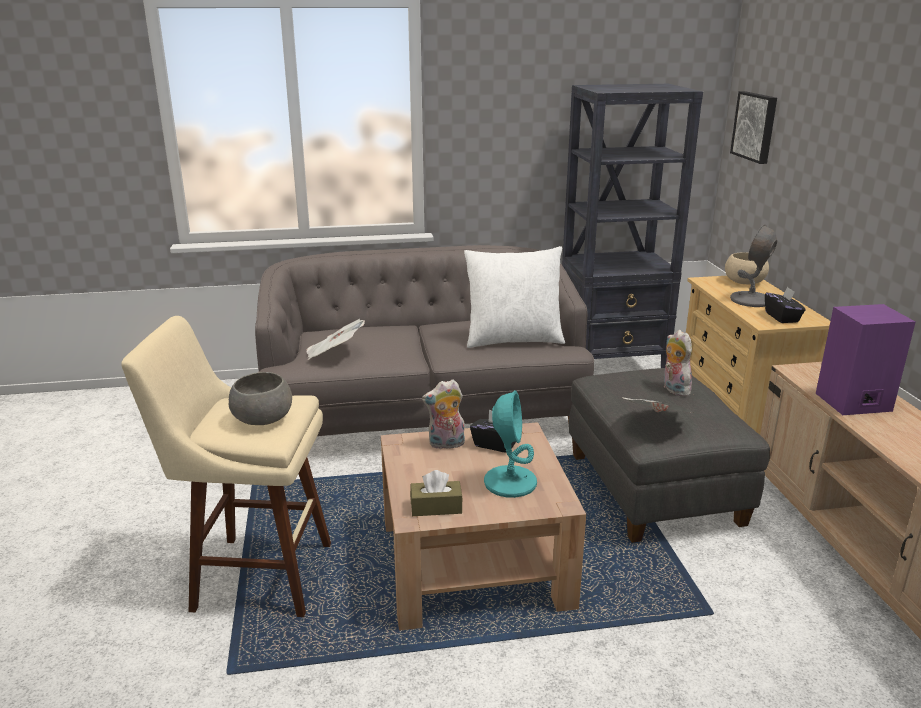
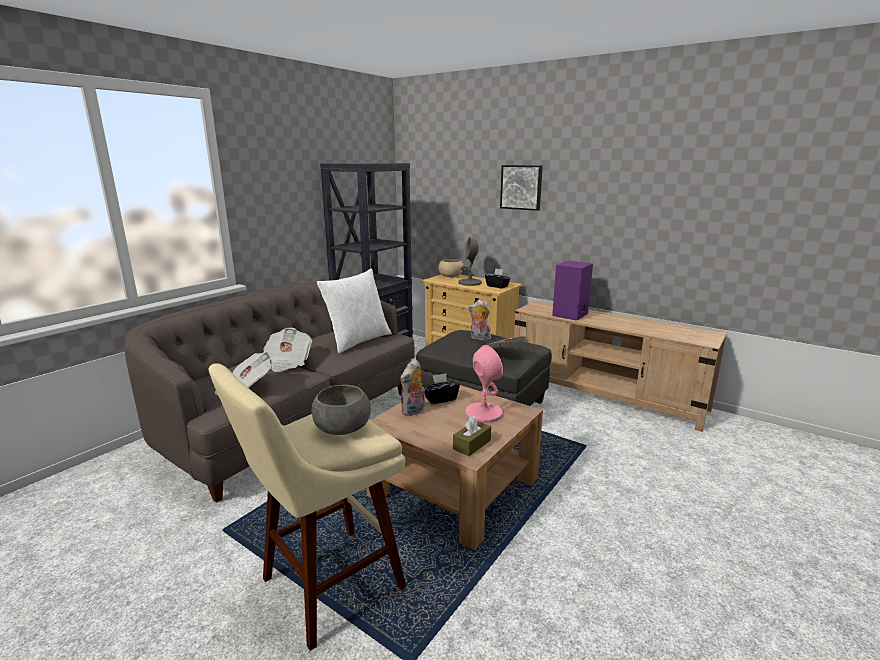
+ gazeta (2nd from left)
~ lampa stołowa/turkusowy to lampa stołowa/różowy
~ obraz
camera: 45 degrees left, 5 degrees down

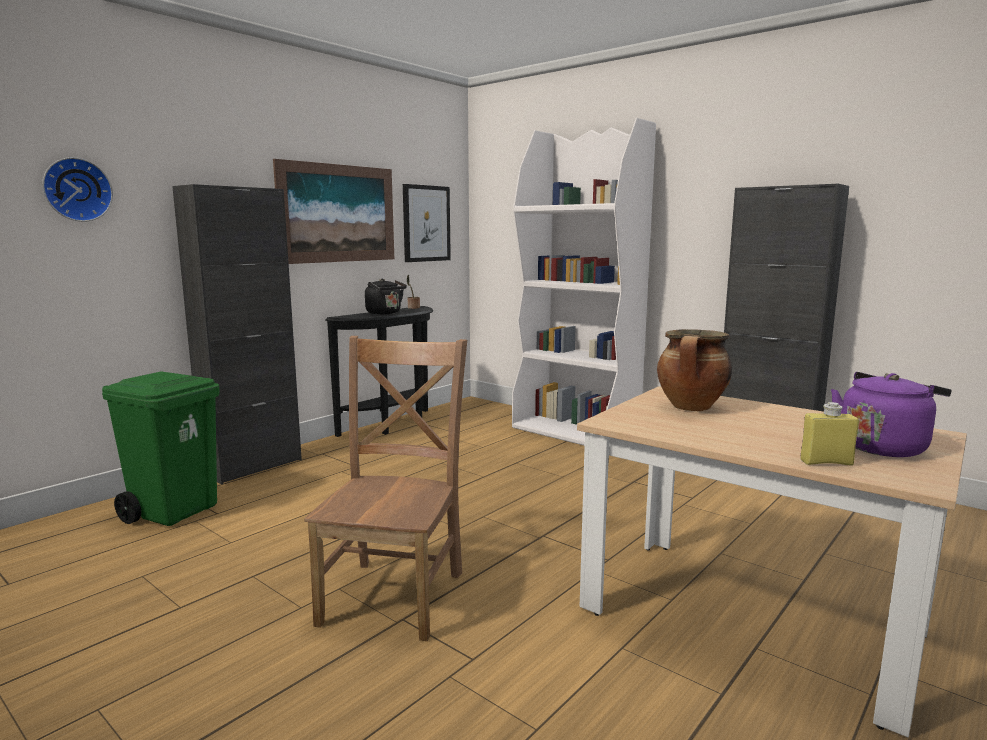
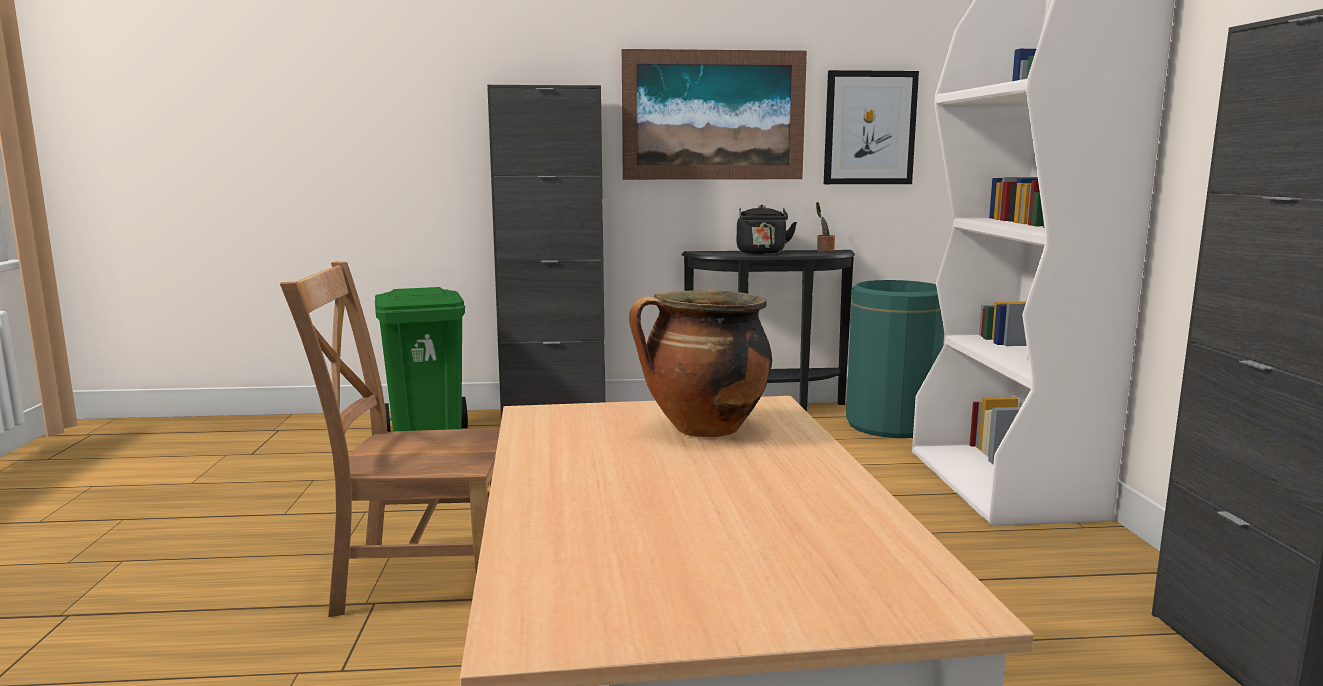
~ krzesło/brązowy 150 degrees counterclockwise
+ kosz na śmieci/zielony (2nd from left)
- zegar ścienny
- butelka/żółty
- czajnik/fioletowy
camera: 45 degrees right, 0 degrees up

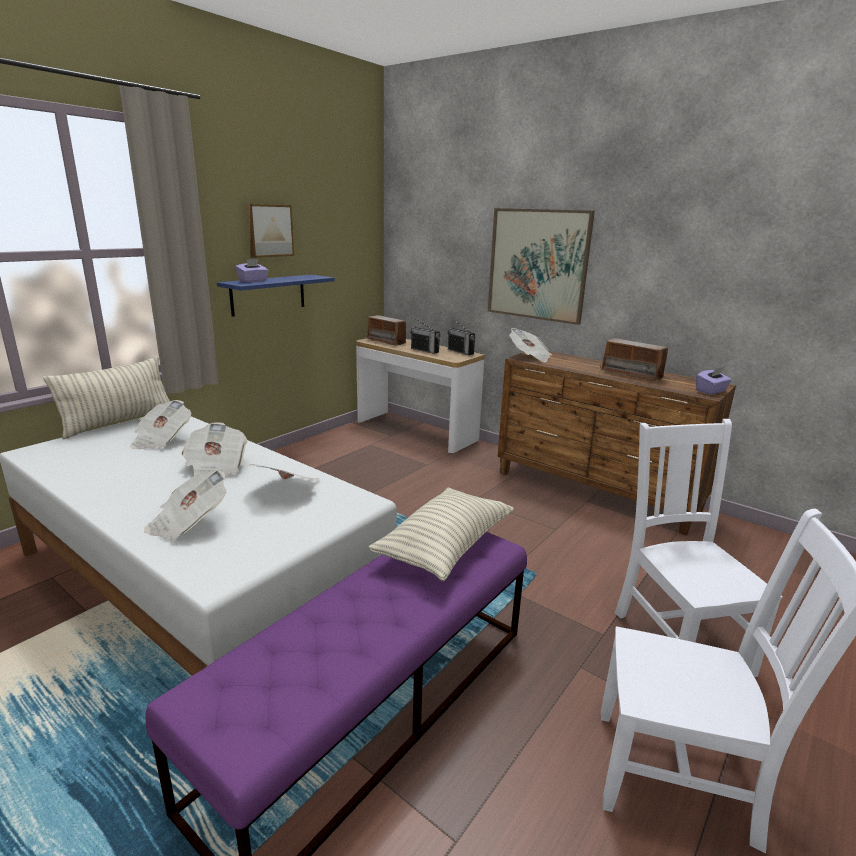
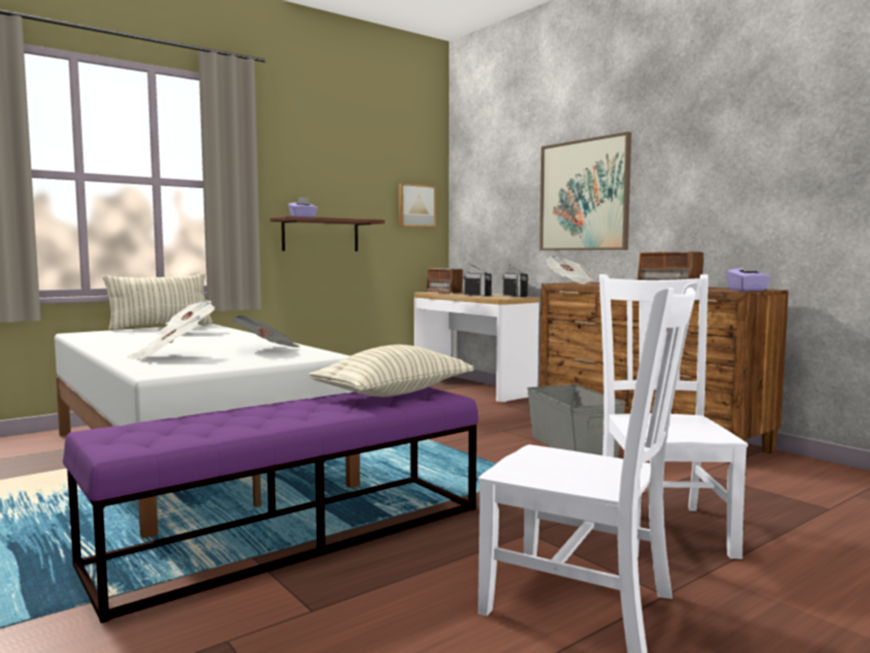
~ półka/niebieski to półka/brązowy
~ obraz (1st from left)
+ pojemnik do przechowywania/szary
- gazeta (3rd from left)
camera: 15 degrees right, 15 degrees down

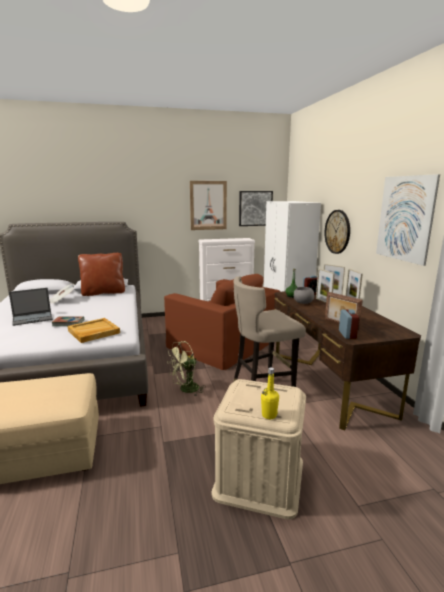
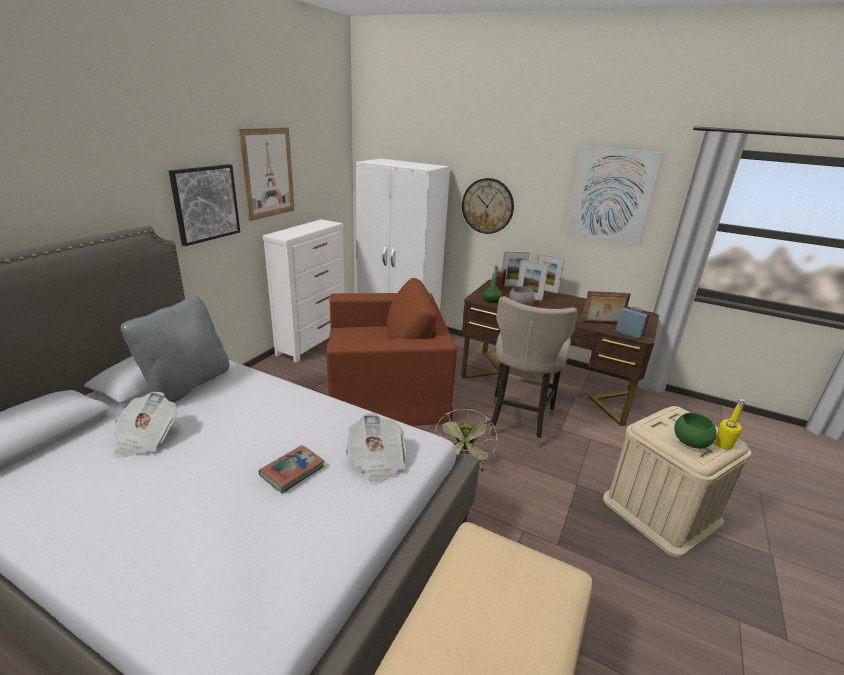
~ poduszka/brązowy to poduszka/szary
~ obraz (2nd from left in the first image) to obraz (1st from left)
~ taca/beżowy to gazeta (2nd from left)
+ miska/zielony
- laptop
camera: 50 degrees left, 10 degrees up

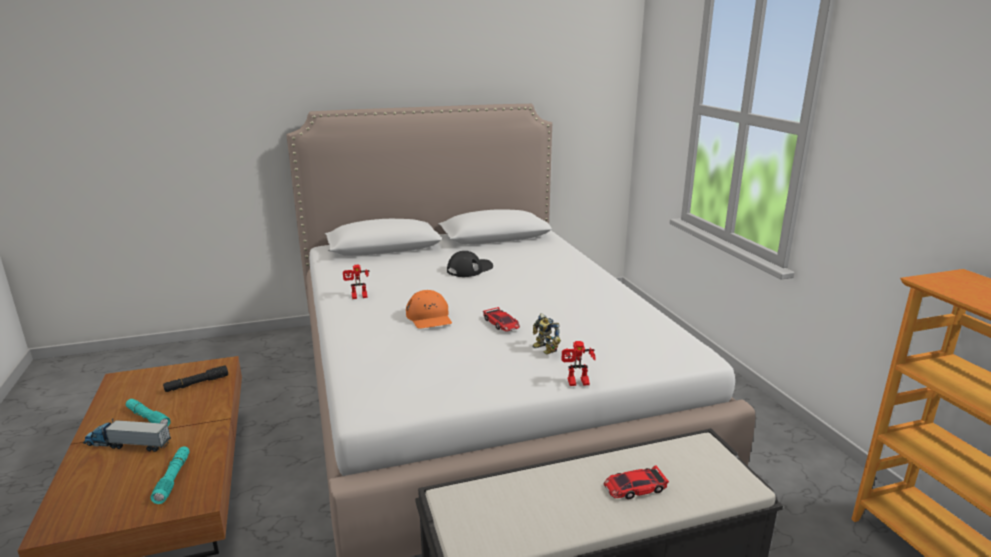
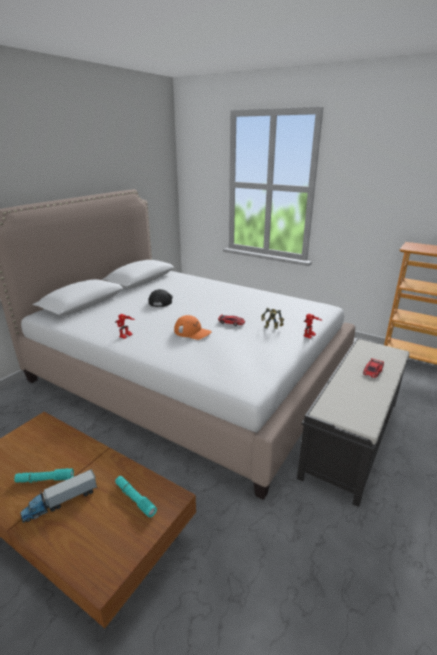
- latarka/czarny
camera: 40 degrees left, 5 degrees up

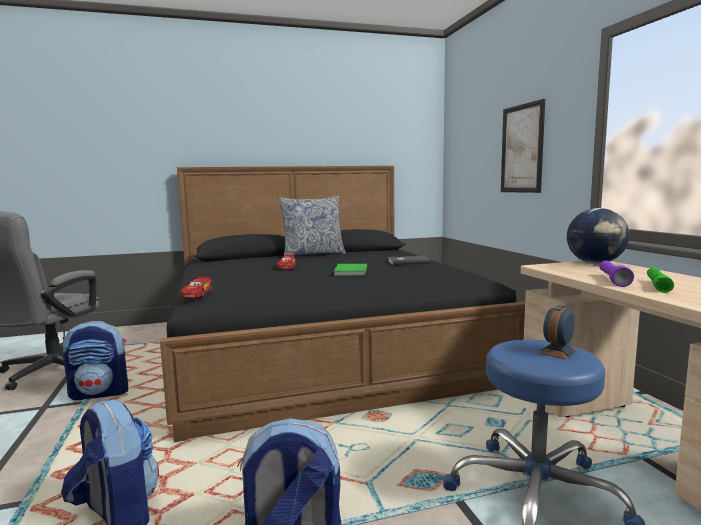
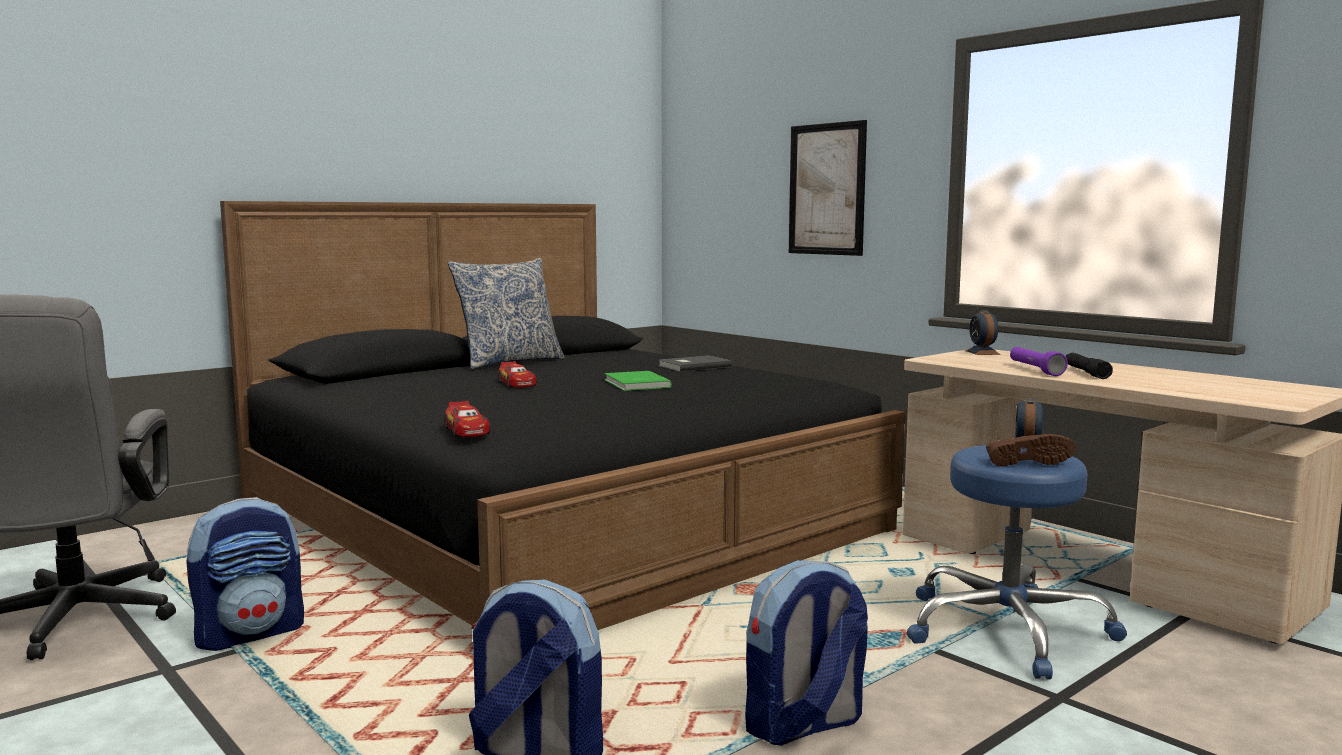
~ globus to budzik (1st from left)
+ but/brązowy
~ latarka/zielony to latarka/czarny
camera: 25 degrees left, 0 degrees up

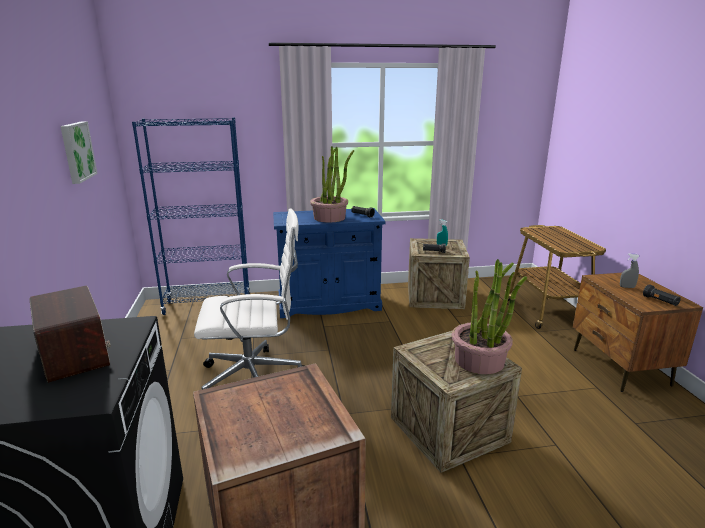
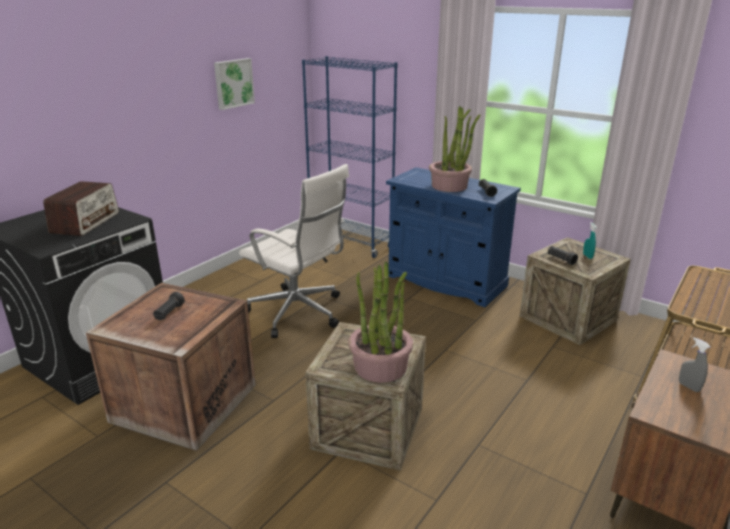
~ latarka/czarny (3rd from left in the first image) to latarka/czarny (1st from left)
camera: 45 degrees right, 5 degrees up

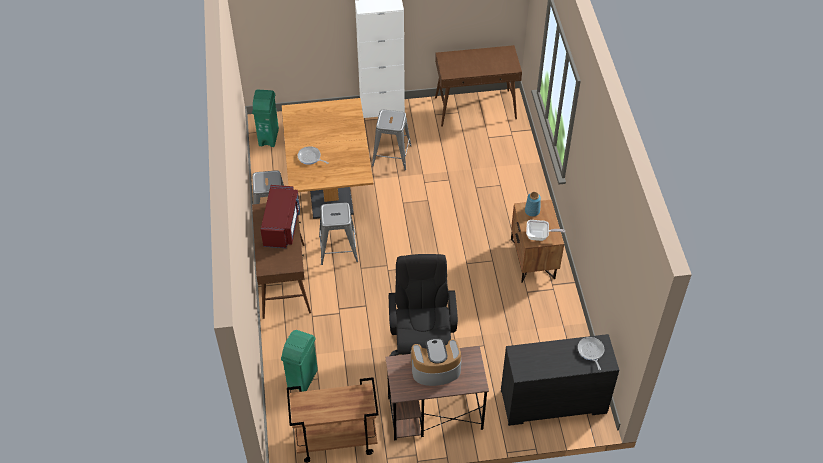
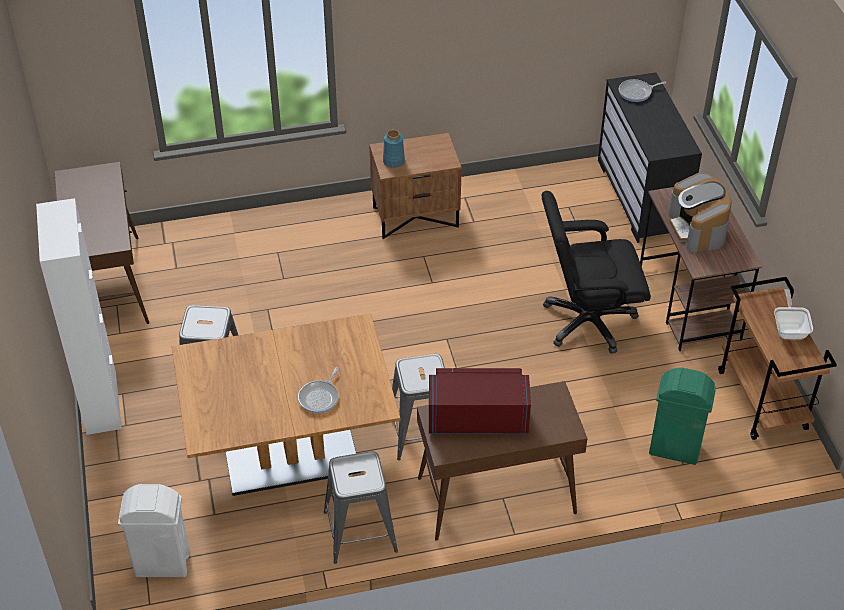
~ kosz na śmieci/zielony (1st from left) to kosz na śmieci/biały
~ patelnia (2nd from left in the first image) to patelnia (3rd from left)
camera: 95 degrees left, 5 degrees down

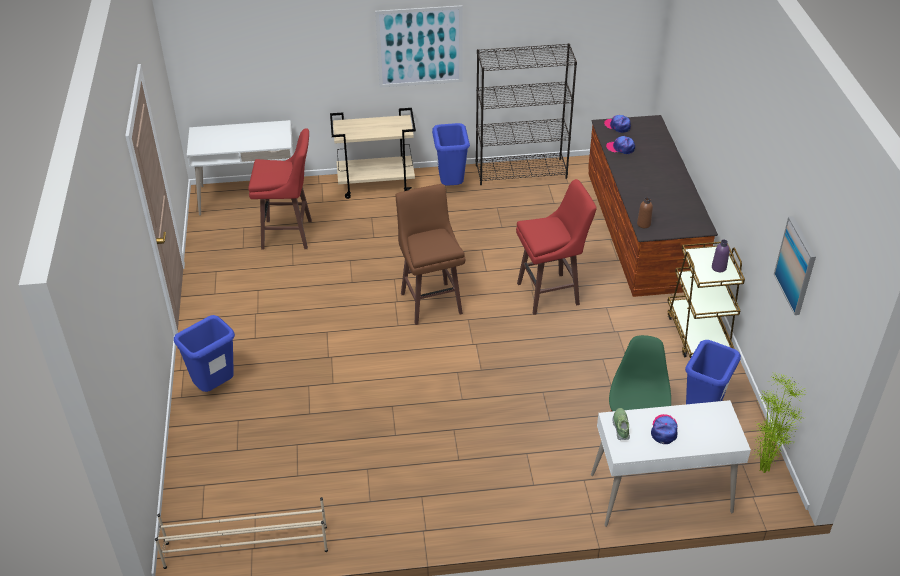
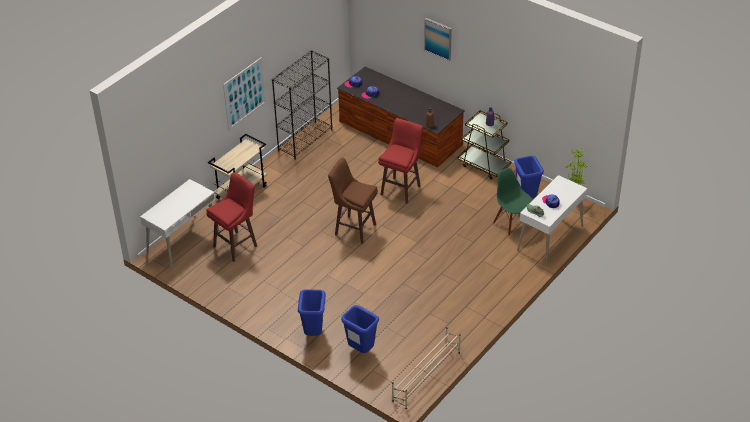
~ kosz na śmieci/niebieski (2nd from left)
~ obraz (2nd from left)
camera: 45 degrees left, 0 degrees up

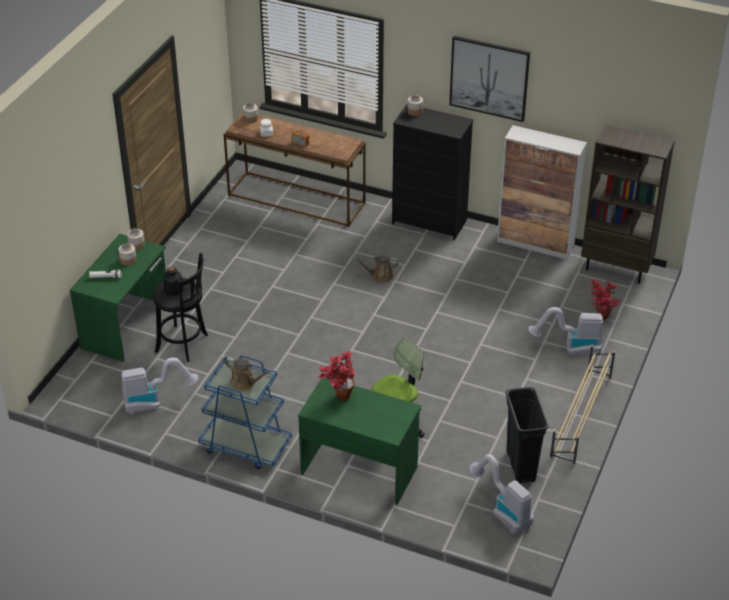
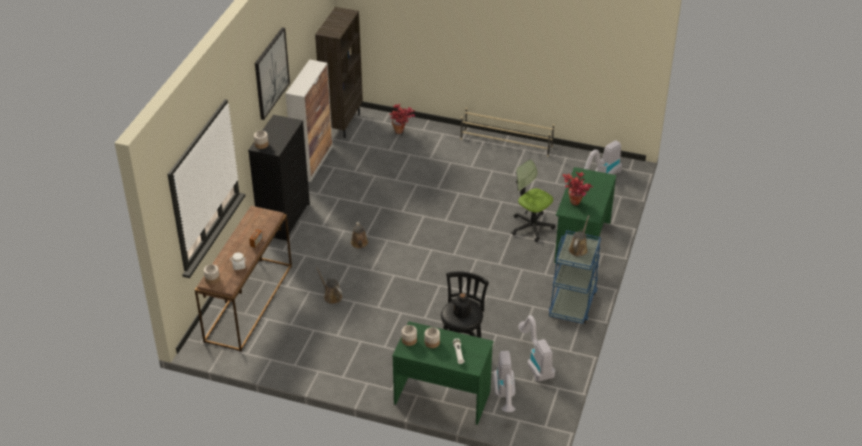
+ konewka/brązowy (1st from left)
~ odkurzacz (3rd from left in the first image) to odkurzacz (1st from left)
- kosz na śmieci/czarny
camera: 95 degrees left, 0 degrees up

